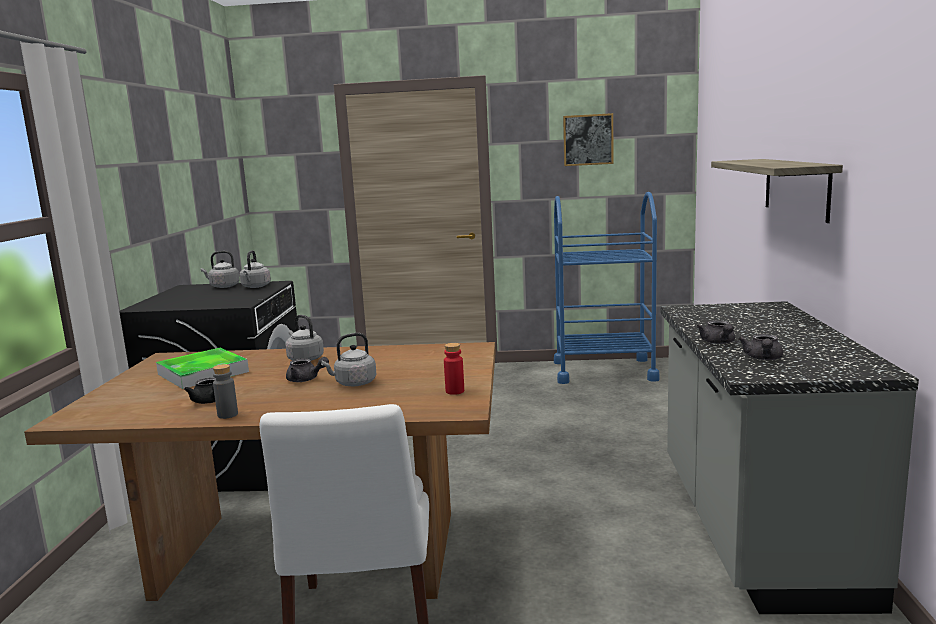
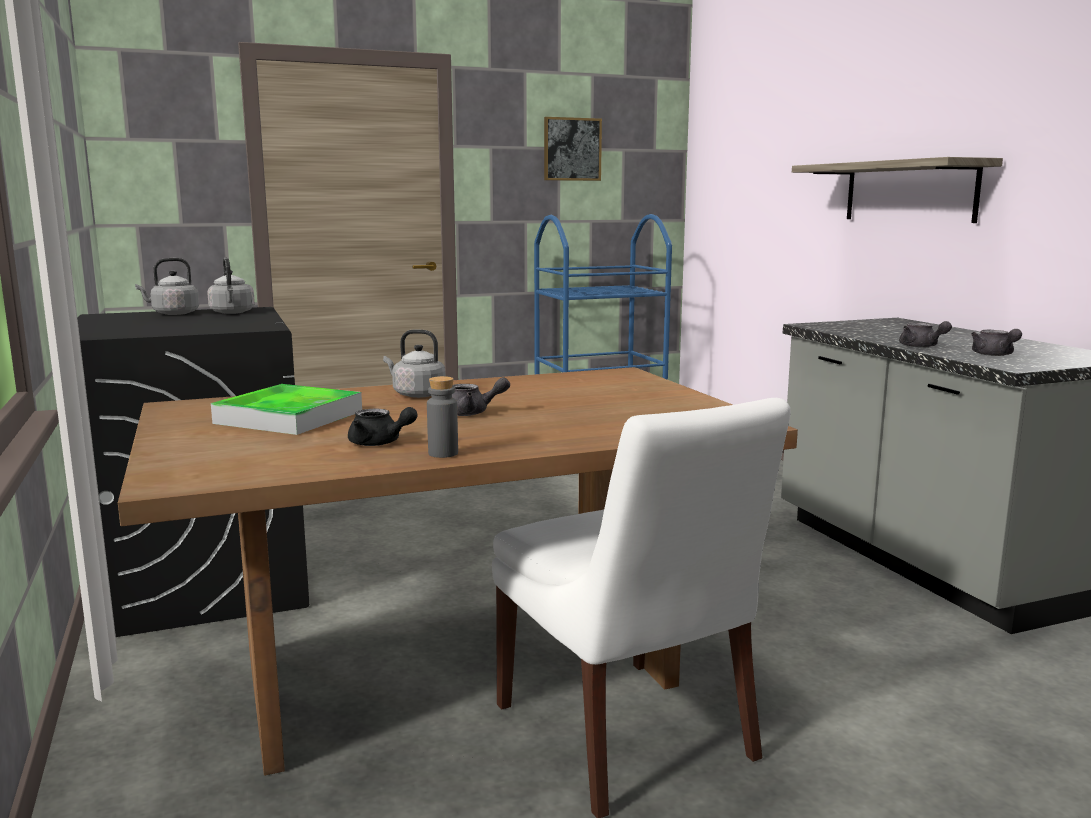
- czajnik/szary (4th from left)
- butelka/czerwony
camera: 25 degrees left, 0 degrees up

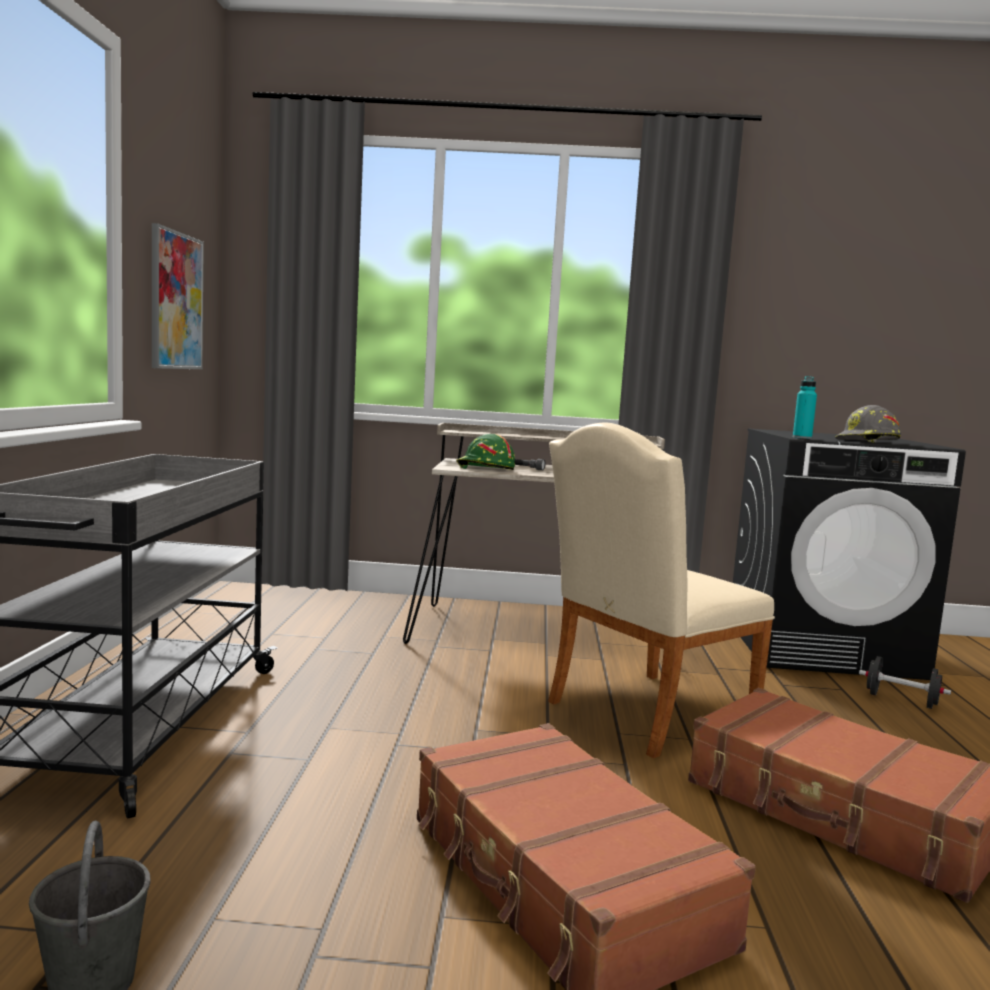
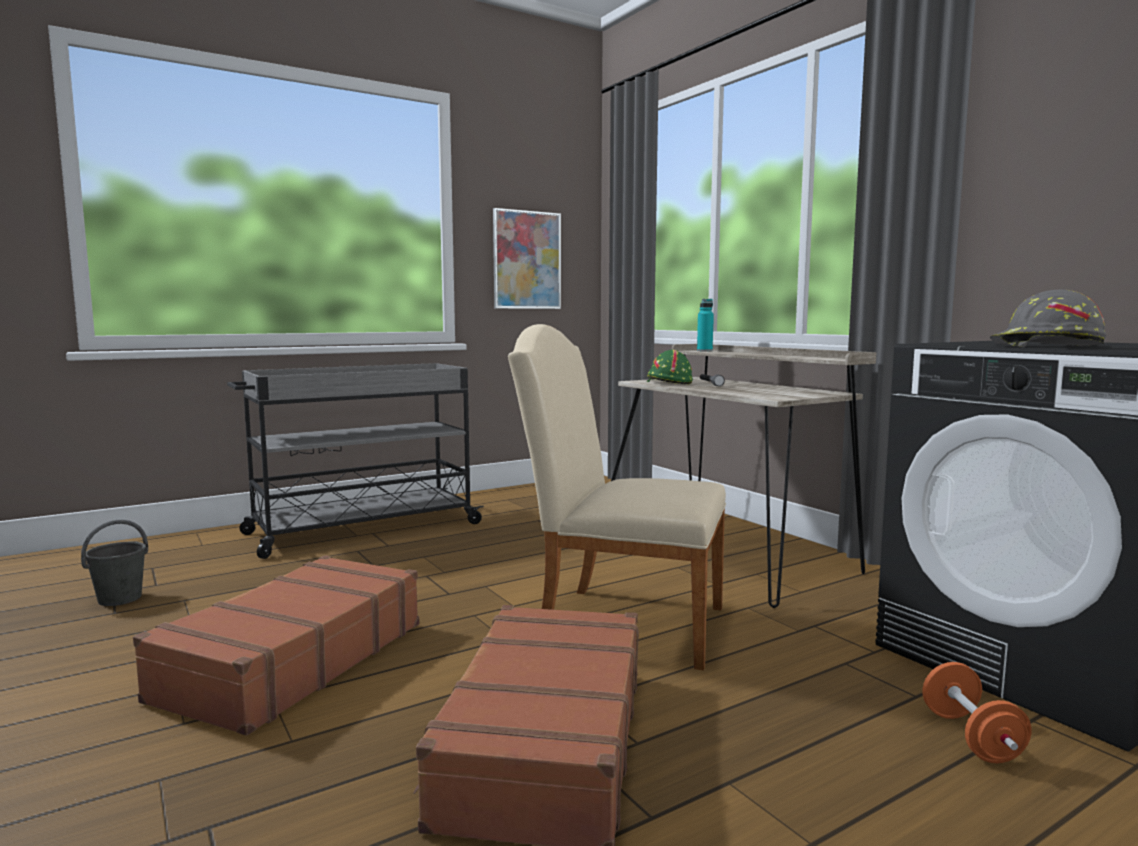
~ butelka/turkusowy
~ hantel/czarny to hantel/pomarańczowy
camera: 55 degrees right, 0 degrees up

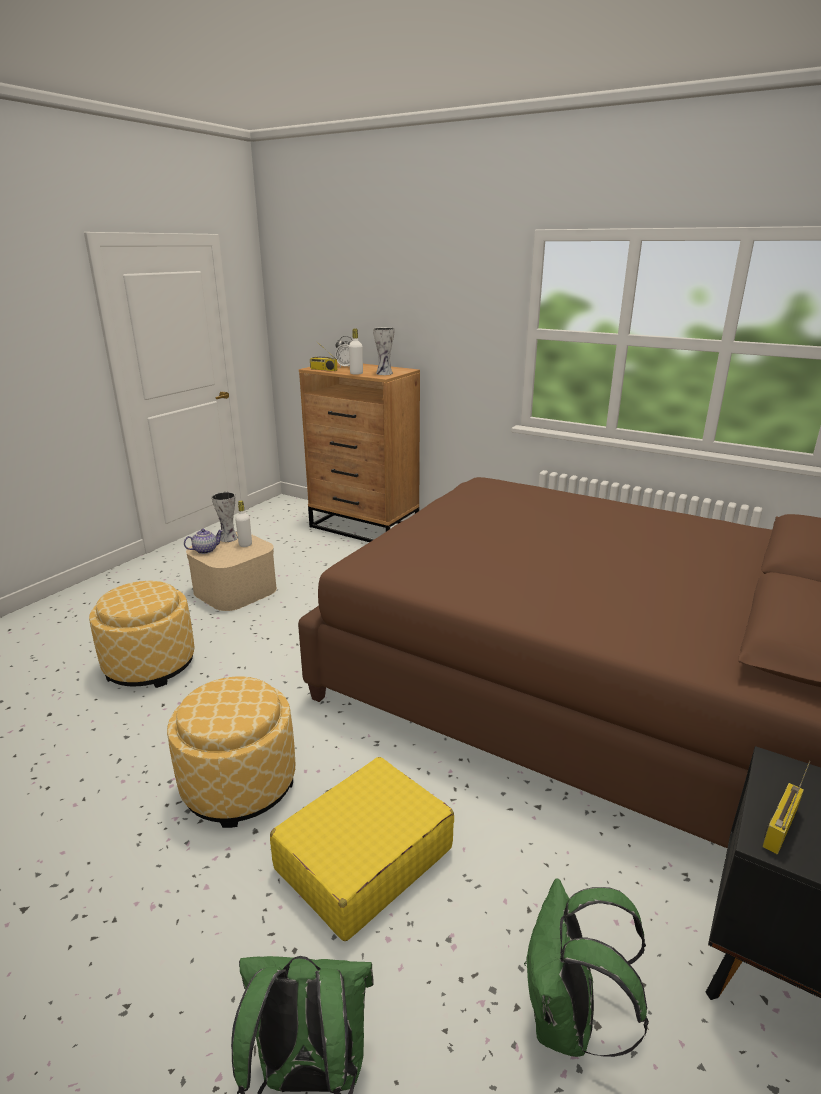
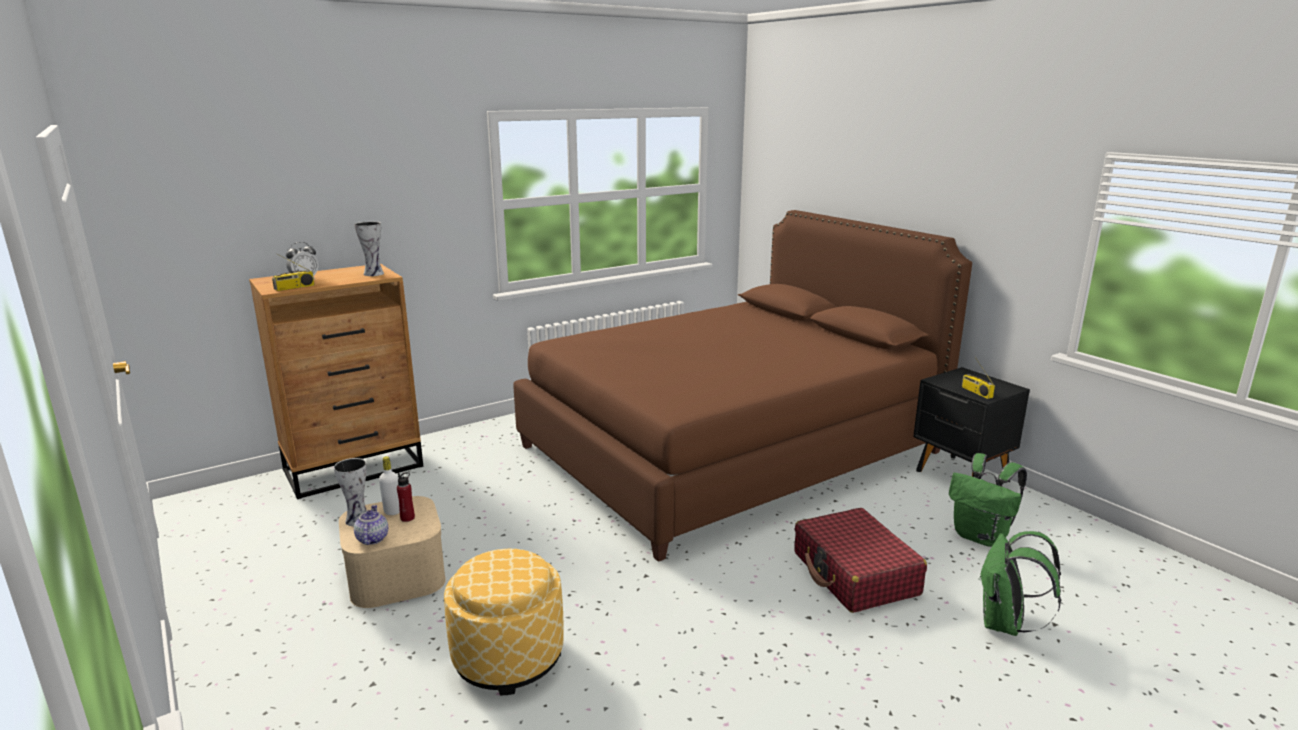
+ butelka/czerwony
~ walizka/żółty to walizka/czerwony
- pufa (2nd from left)
- butelka/biały (2nd from left)
camera: 65 degrees left, 5 degrees down

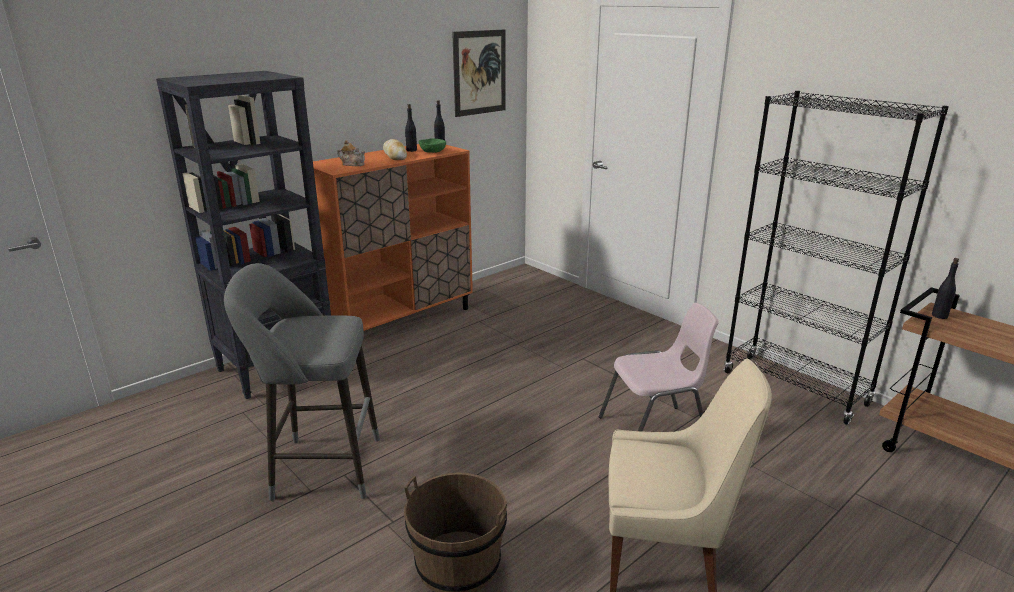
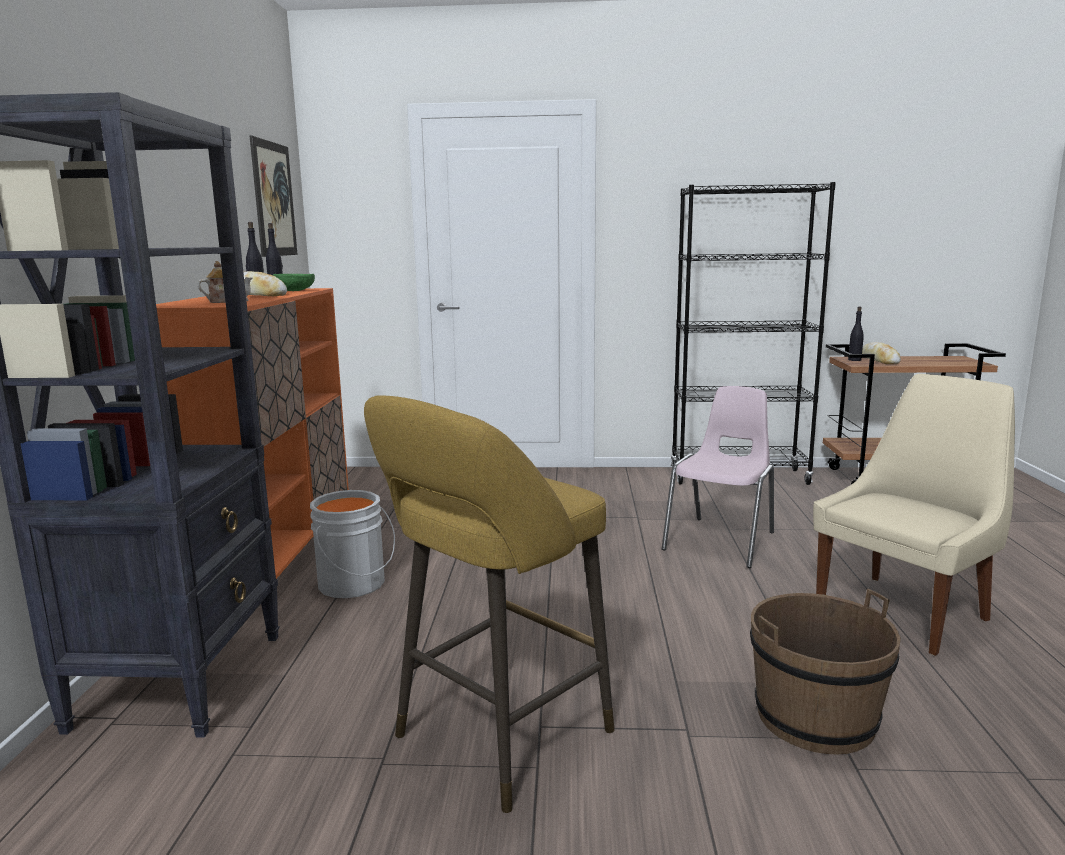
+ wiadro/szary
~ stołek/szary to stołek/żółty
+ chleb (2nd from left)
camera: 45 degrees left, 10 degrees down

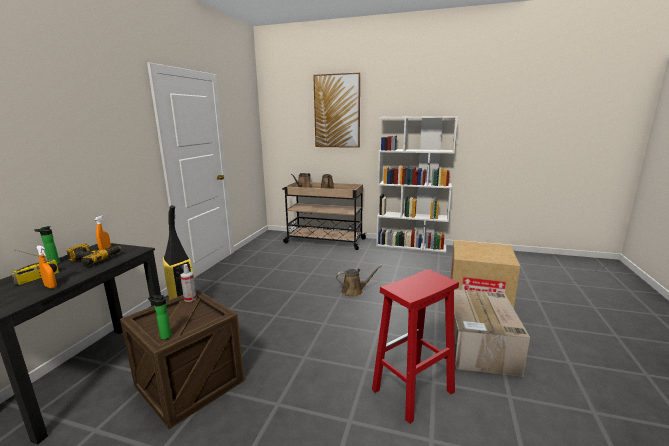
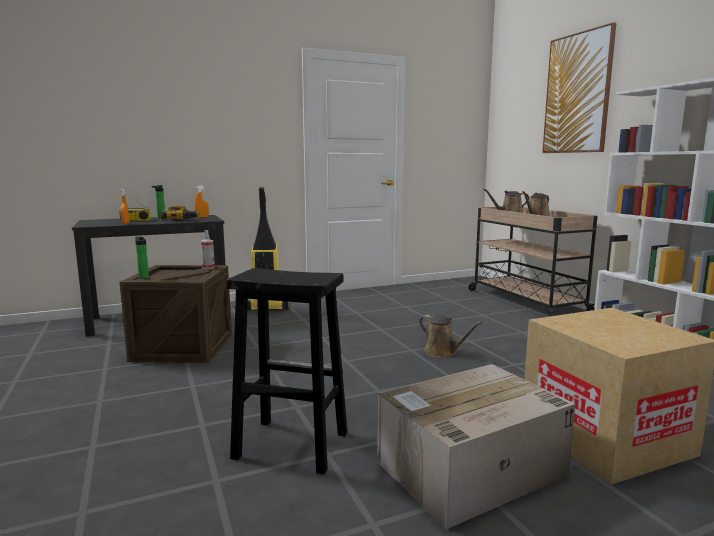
~ stołek/czerwony to stołek/czarny
camera: 50 degrees right, 5 degrees down

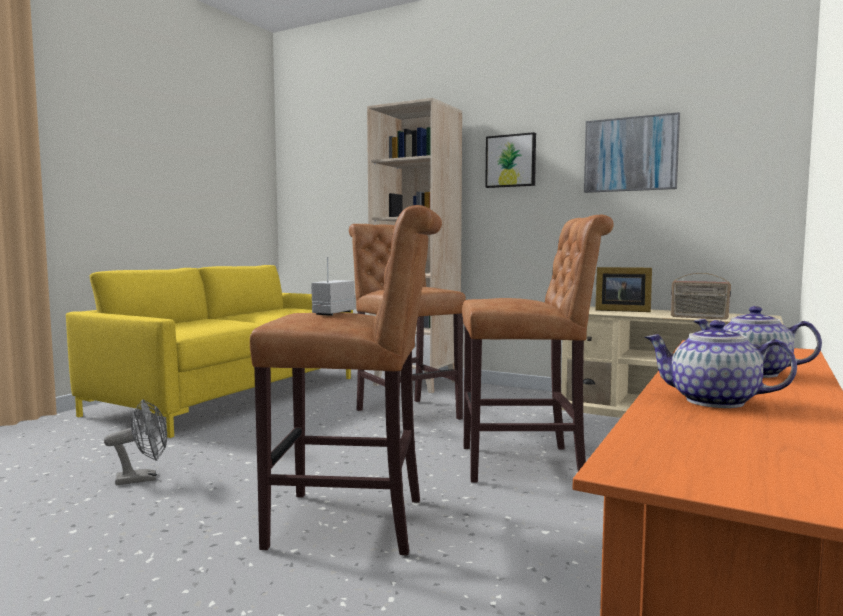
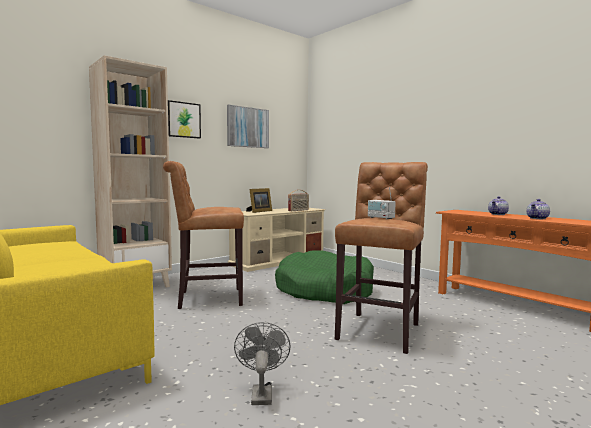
~ stołek/brązowy (3rd from left) to legowisko/zielony
camera: 70 degrees left, 0 degrees up

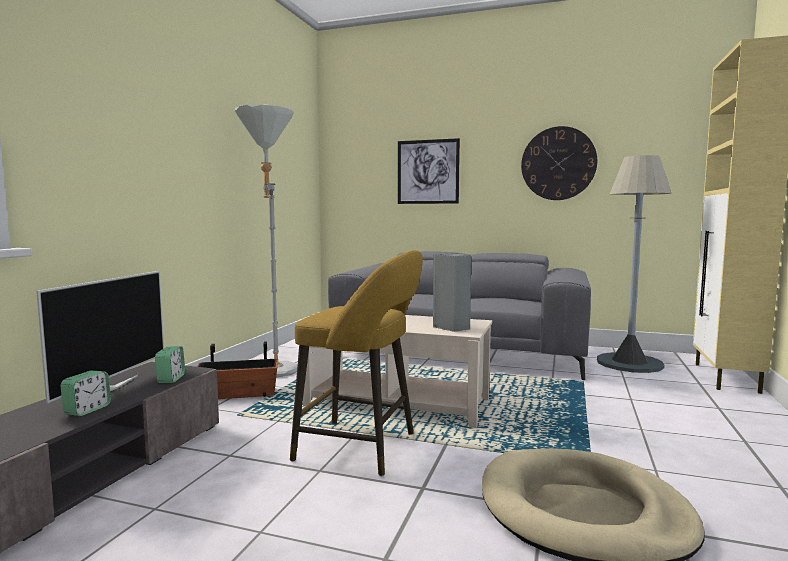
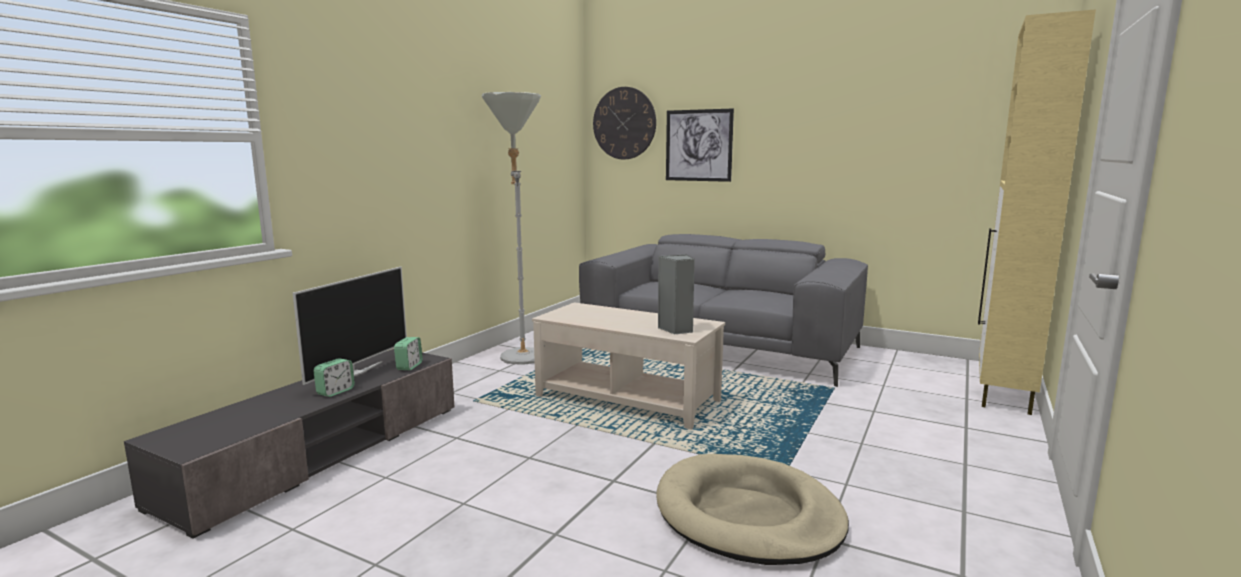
~ zegar ścienny
- donica
- stołek/żółty
- lampa stojąca/szary (2nd from left)
camera: 10 degrees right, 5 degrees up

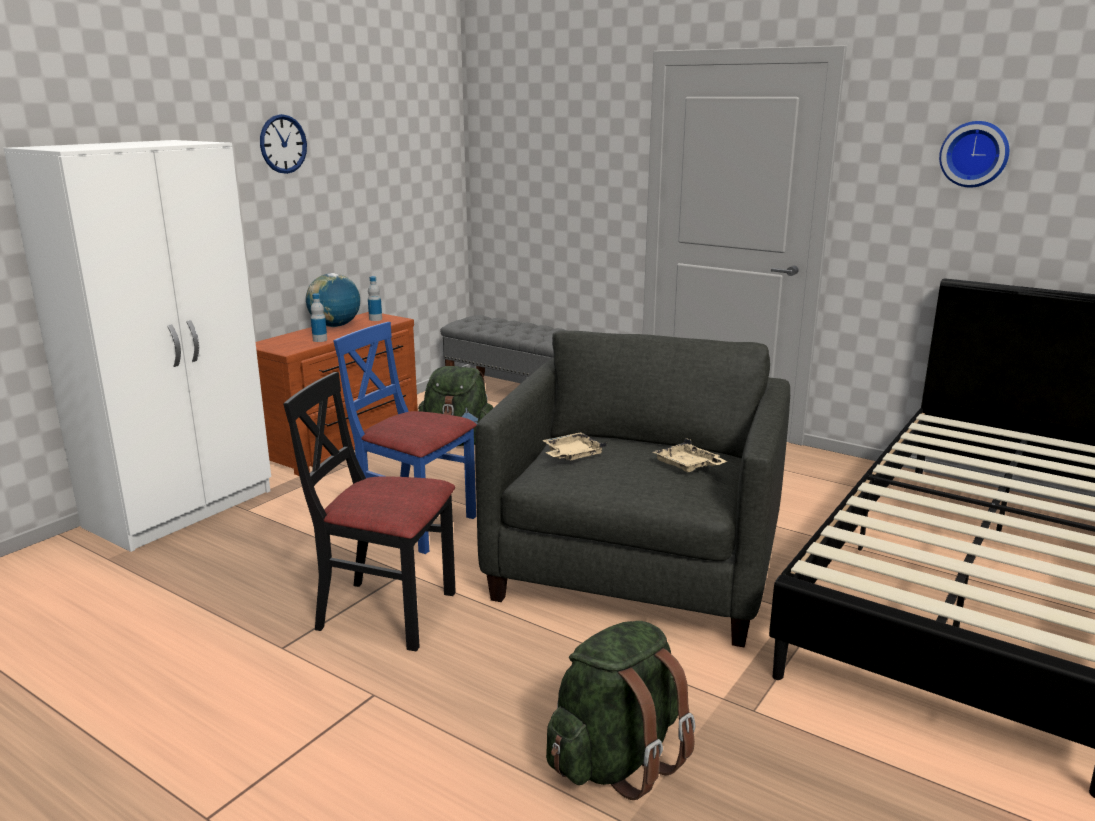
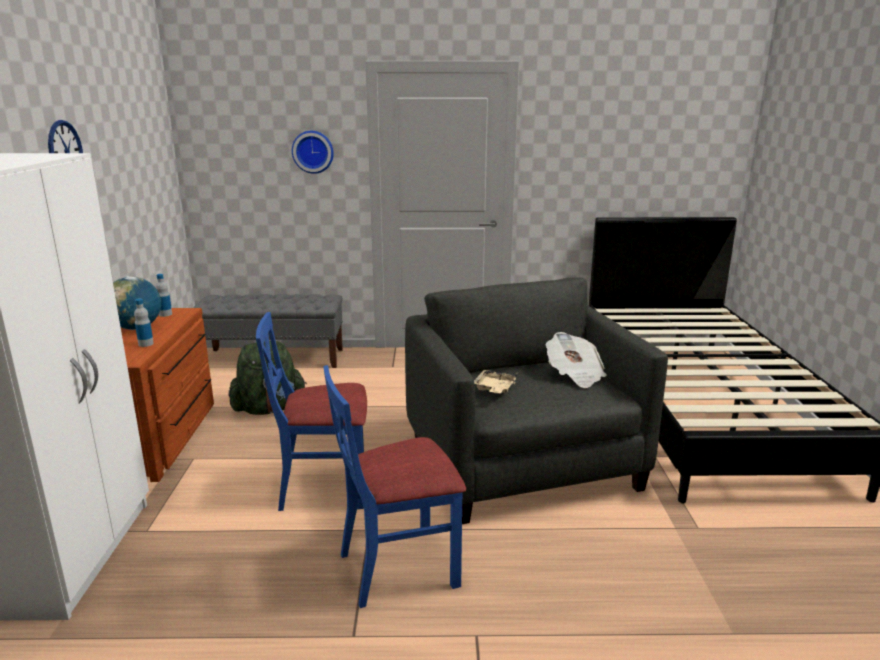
~ zegar ścienny (2nd from left)
~ krzesło/czarny to krzesło/niebieski (2nd from left)
~ taca/beżowy (2nd from left) to gazeta
- plecak/zielony (2nd from left)
camera: 35 degrees left, 0 degrees up

